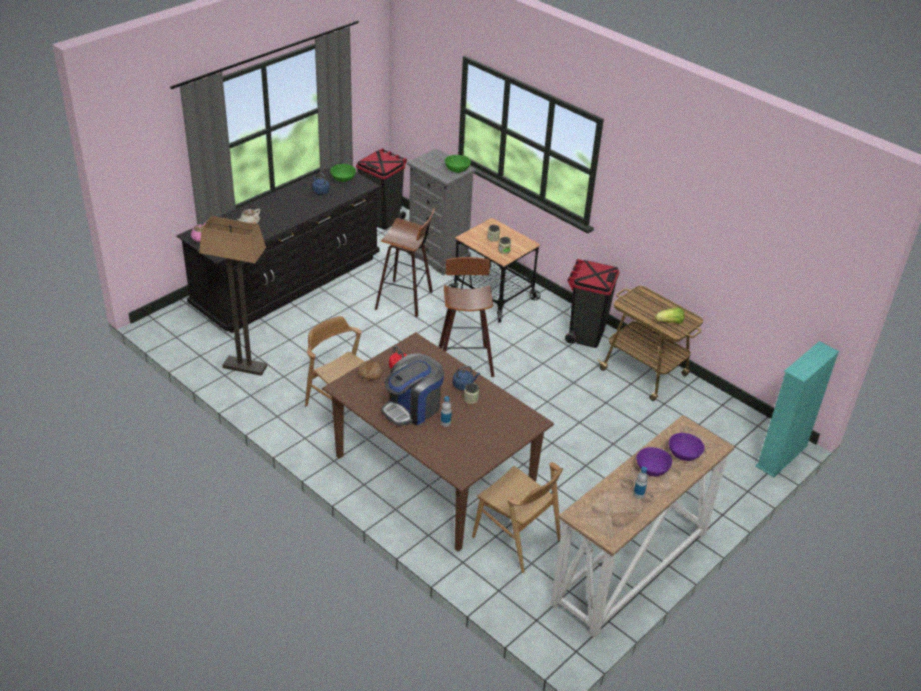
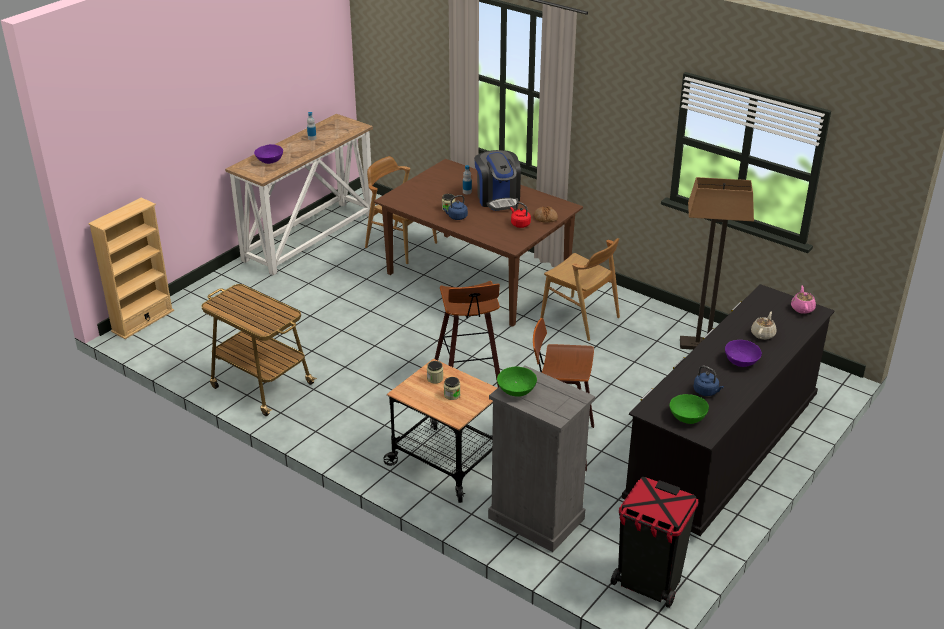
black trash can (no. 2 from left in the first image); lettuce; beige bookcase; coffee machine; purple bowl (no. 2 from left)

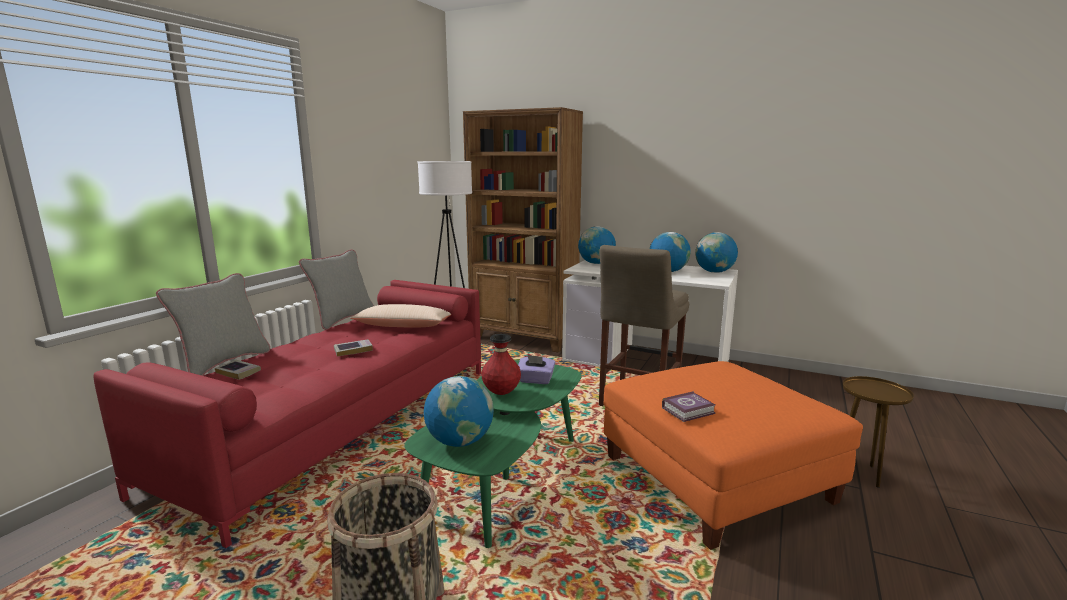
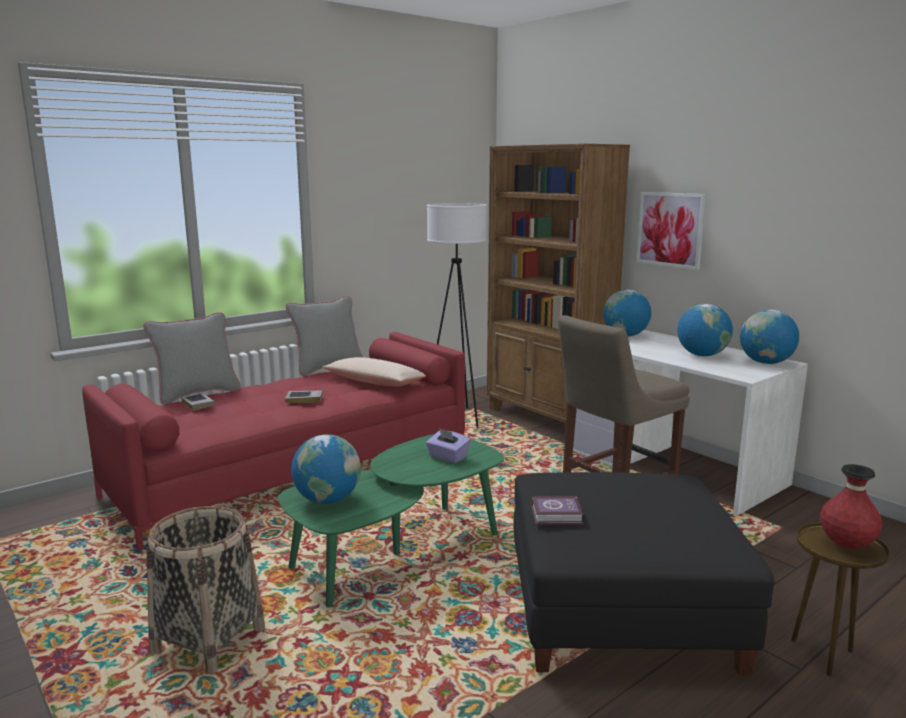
red vase; black ottoman; picture

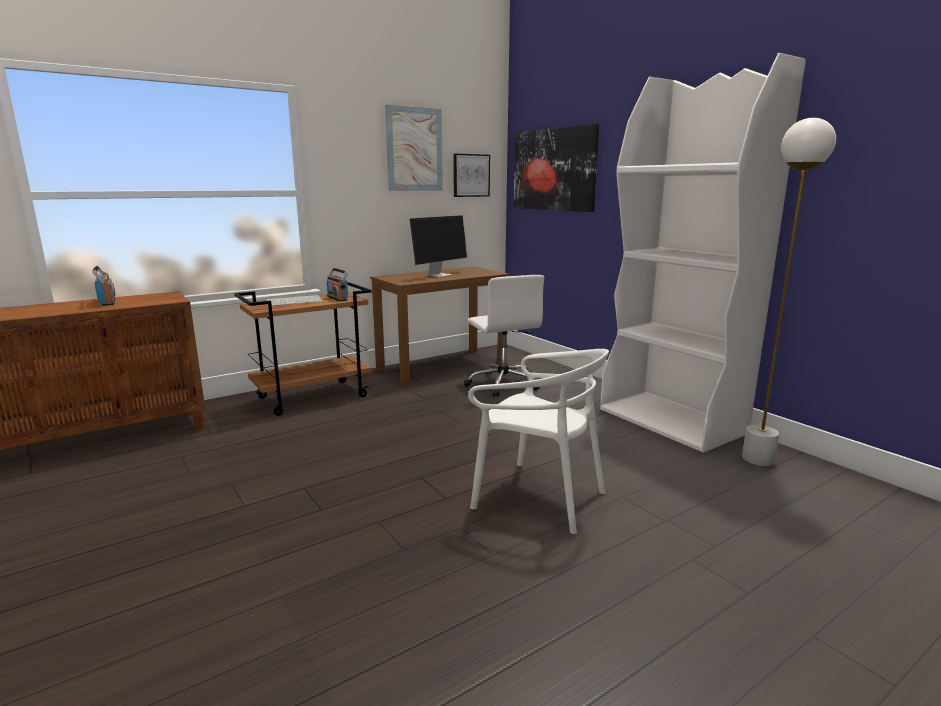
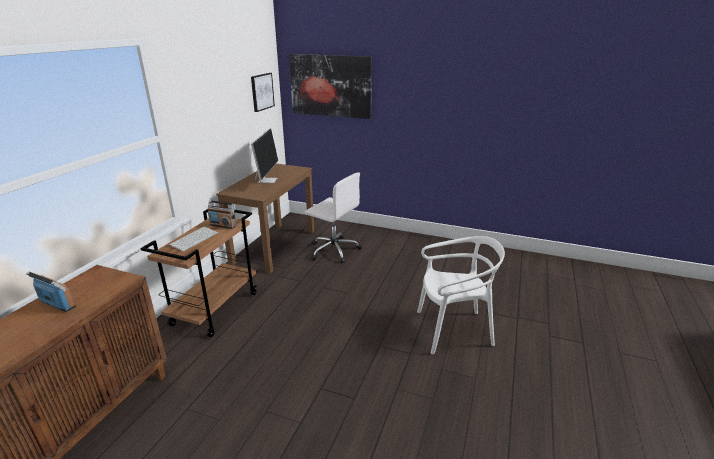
white bookcase; picture (no. 1 from left in the first image); white floor lamp

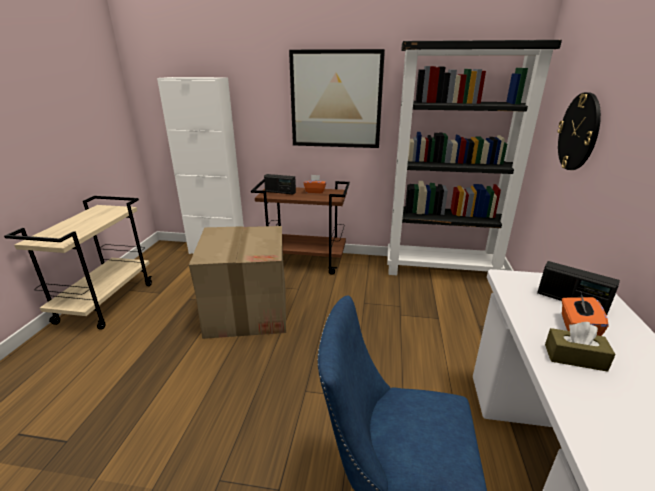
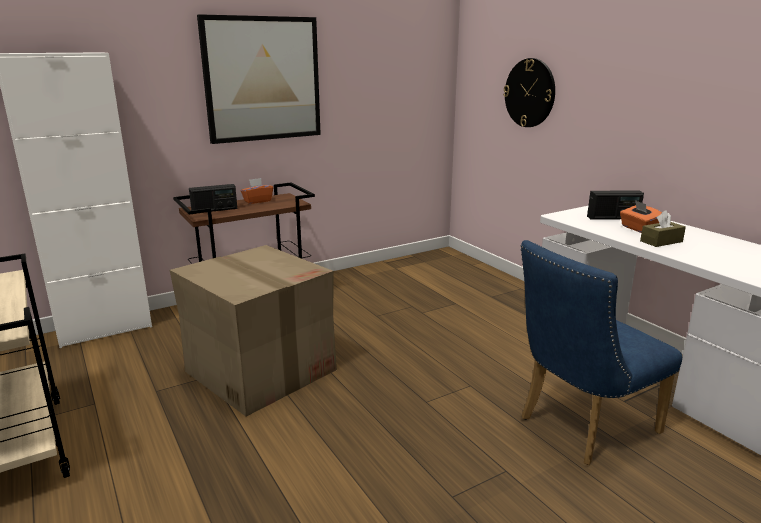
black bookcase

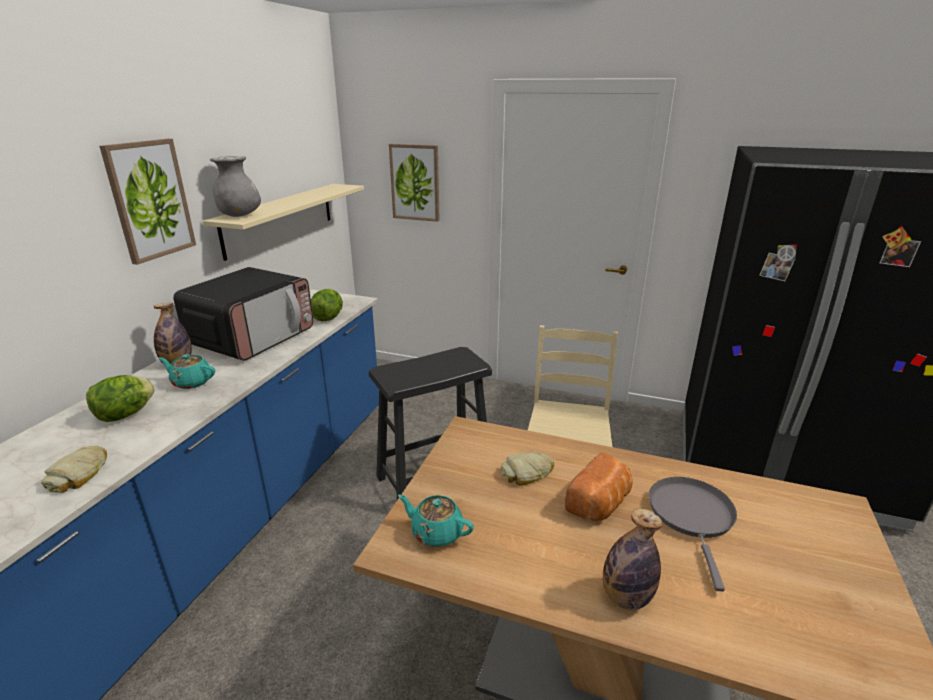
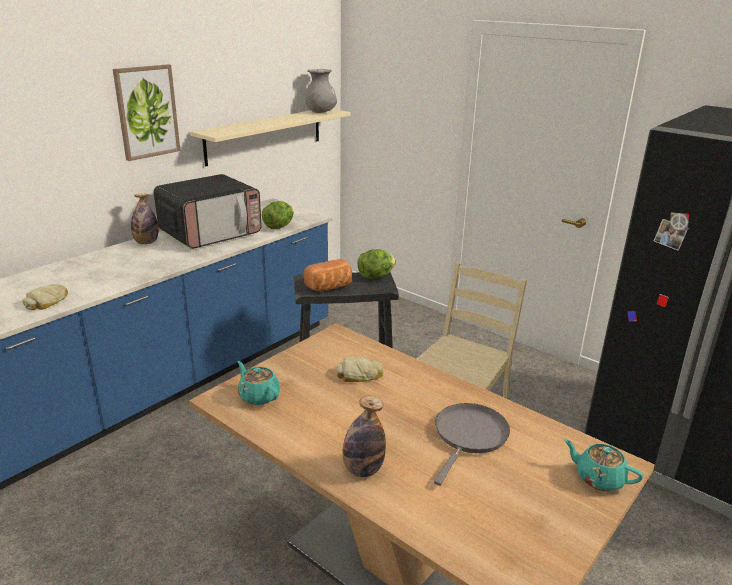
picture (no. 2 from left in the first image); grey vase; turquoise teapot (no. 2 from left); lettuce (no. 2 from left); bread (no. 2 from left)

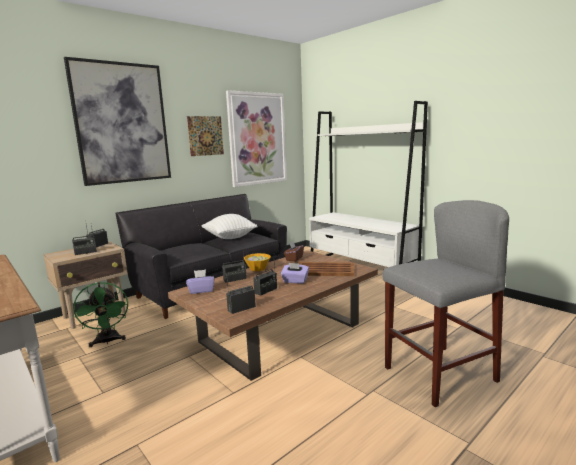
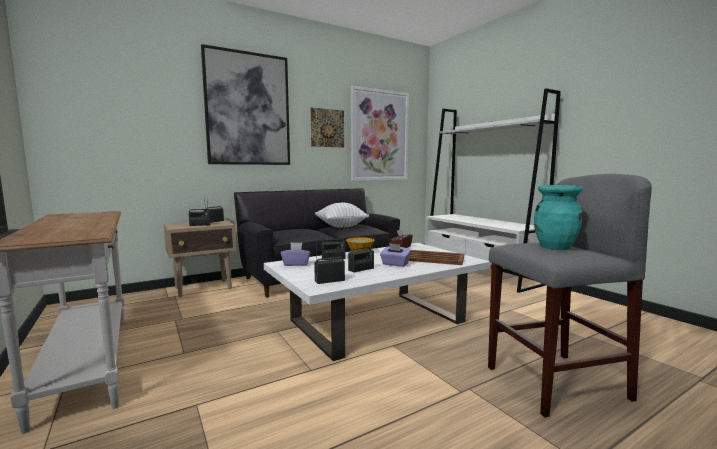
white coffee table; green fan; turquoise vase

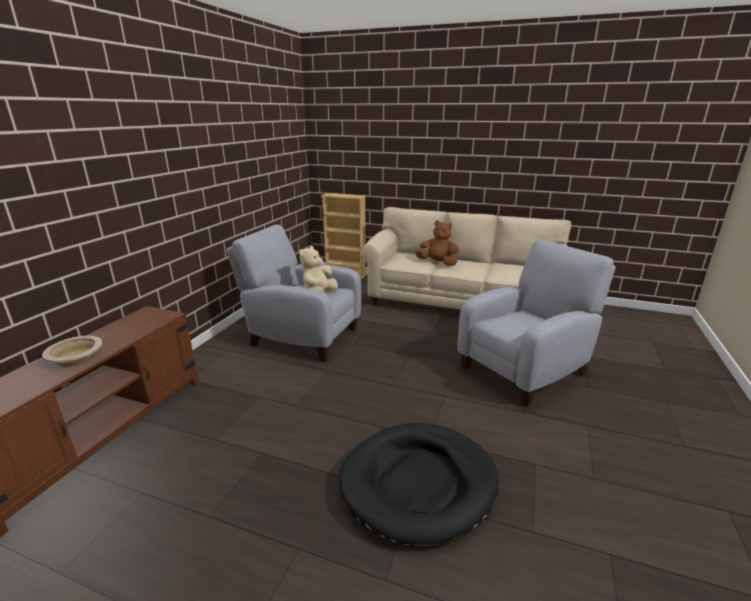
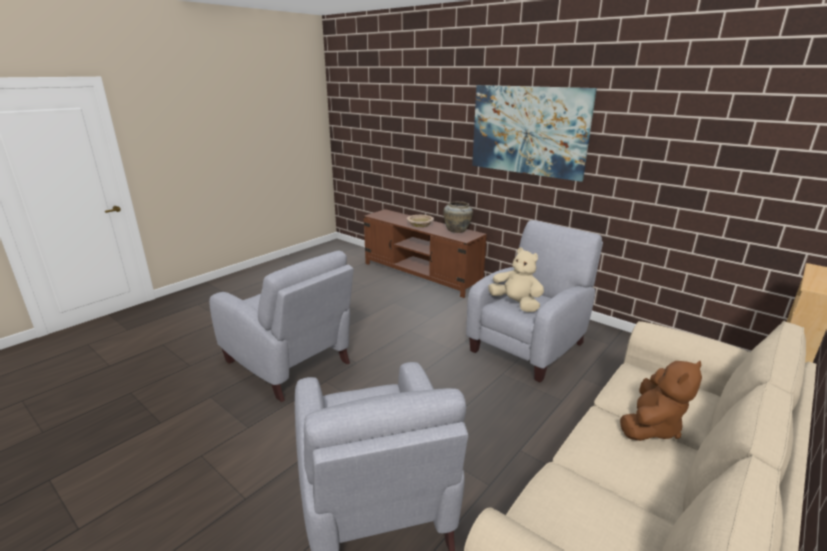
grey armchair (no. 1 from left); picture; beige vase

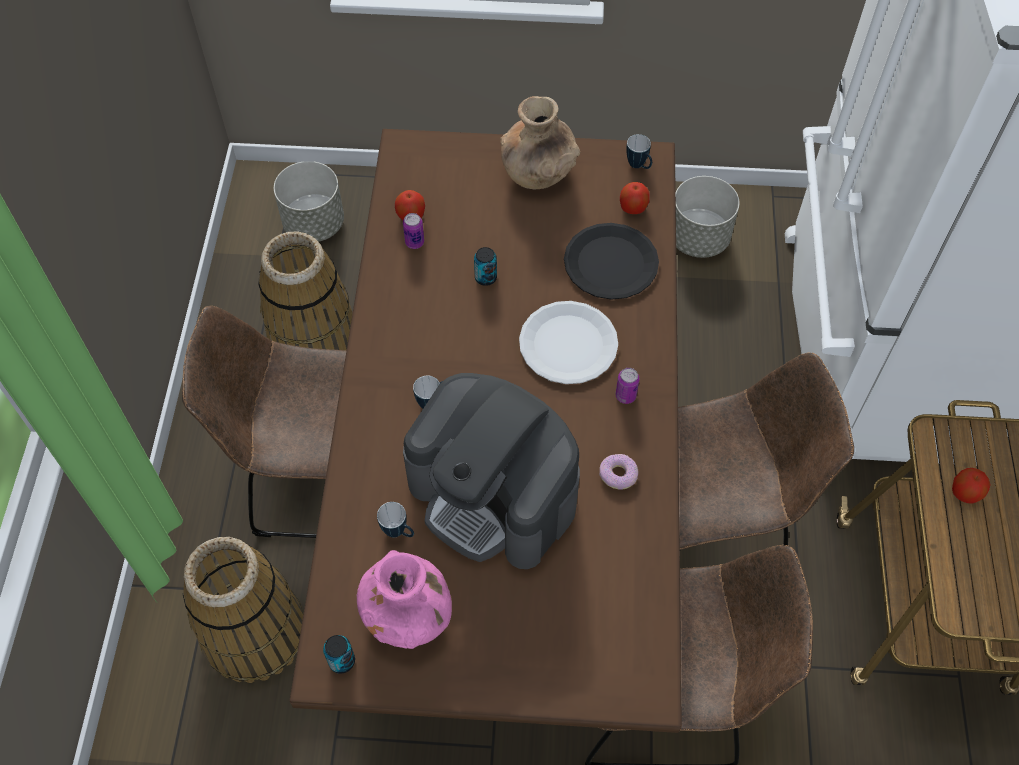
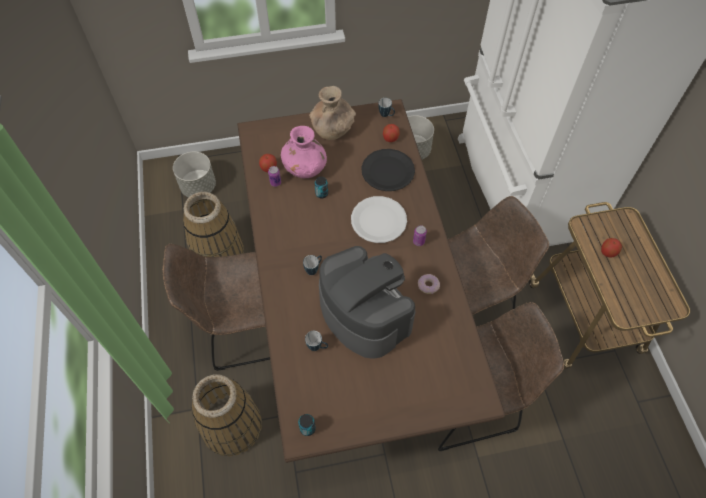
coffee machine; pink vase

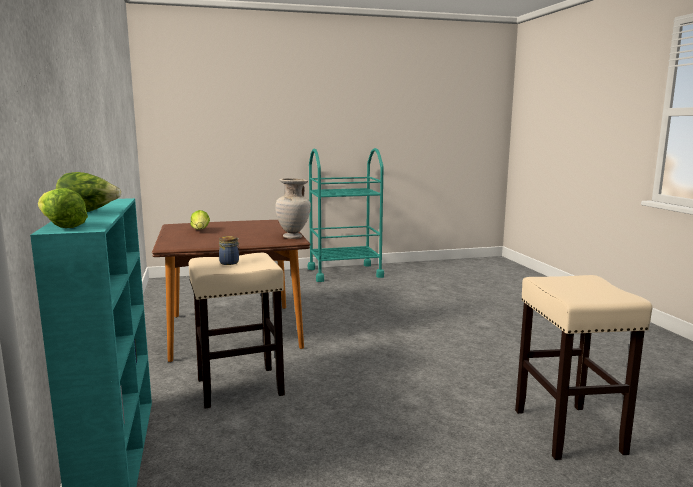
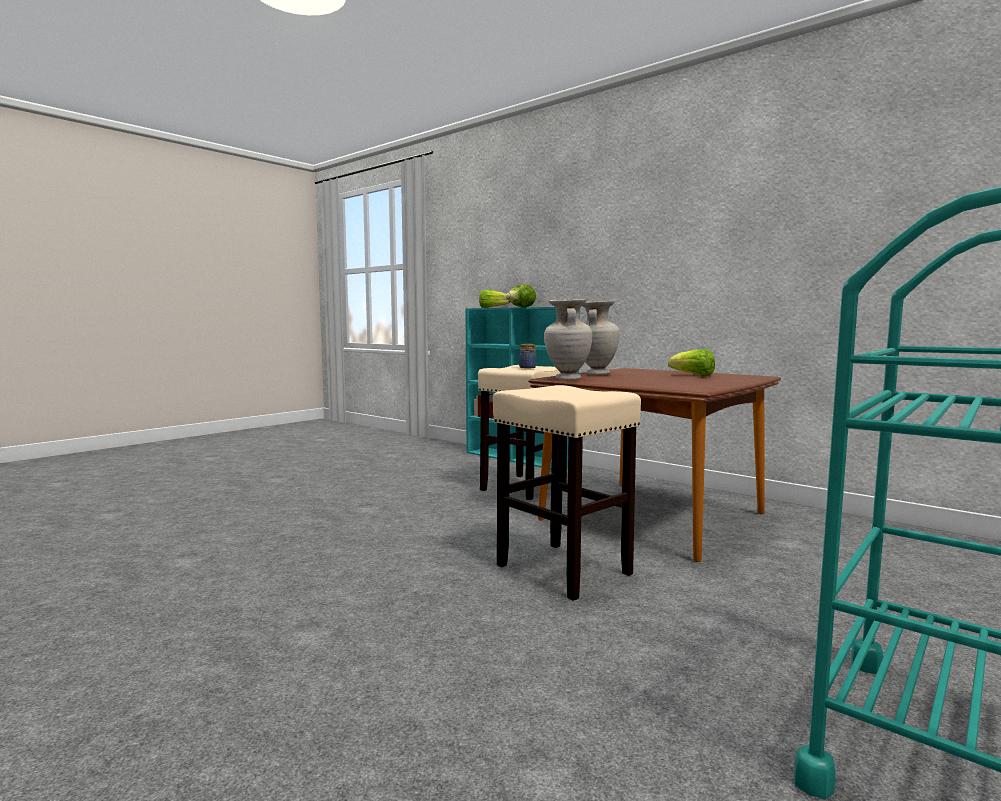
beige stool (no. 2 from left); beige vase (no. 2 from left)

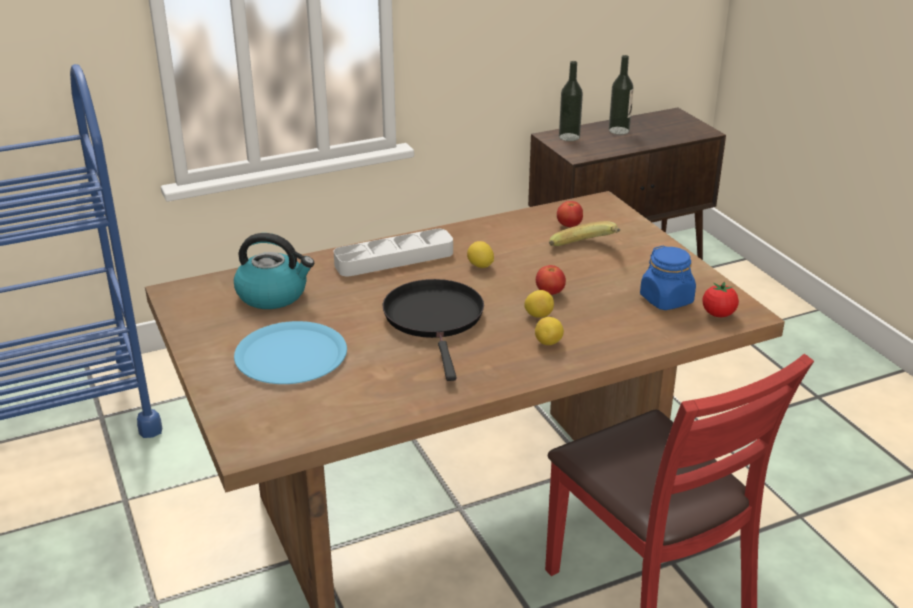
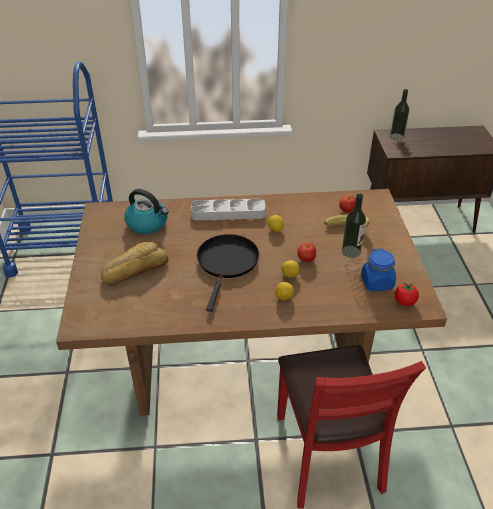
bottle (no. 1 from left); bread

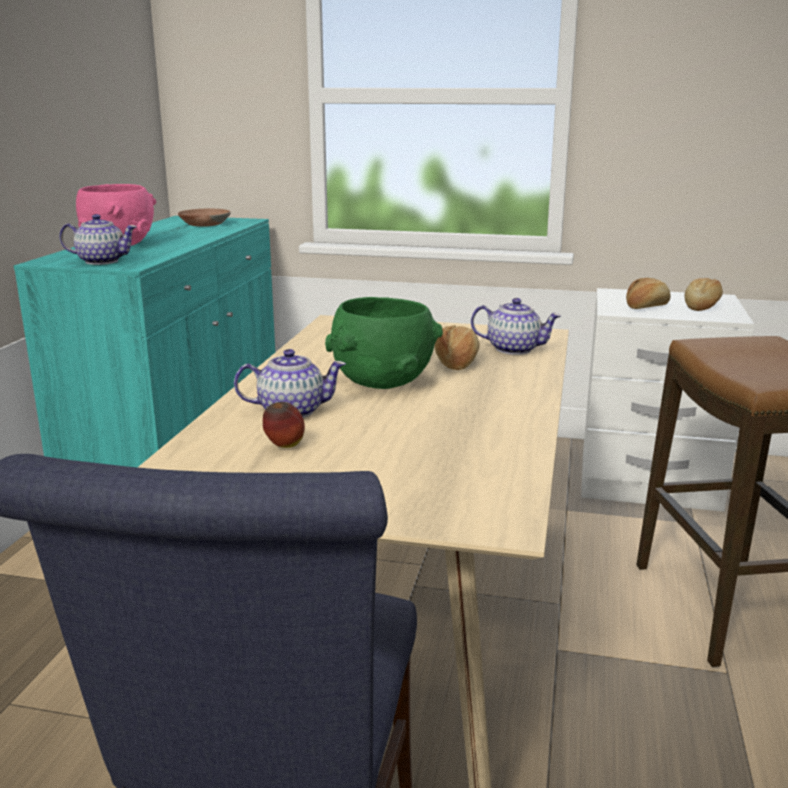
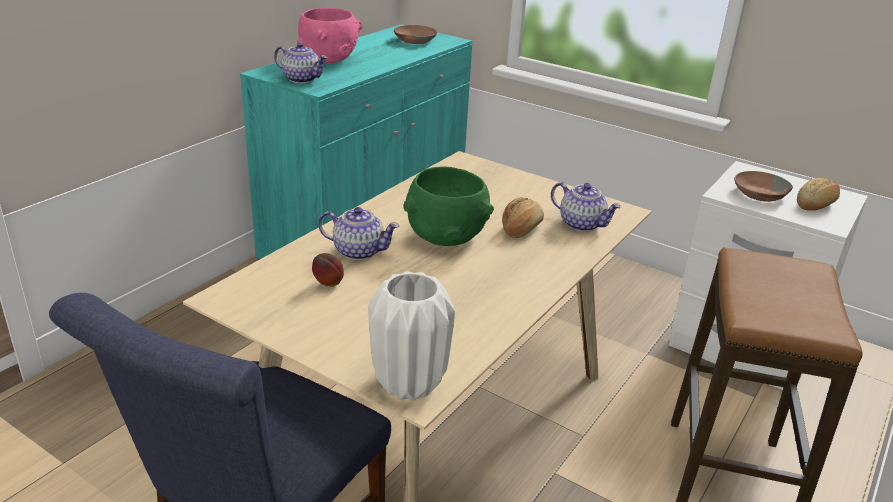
brown bowl (no. 2 from left); white vase

